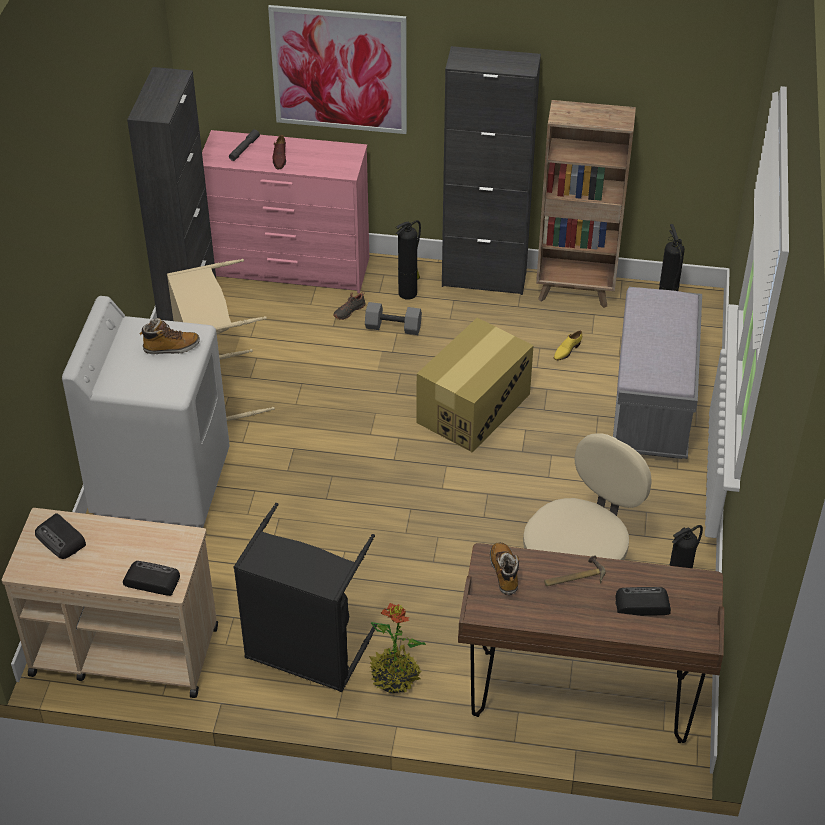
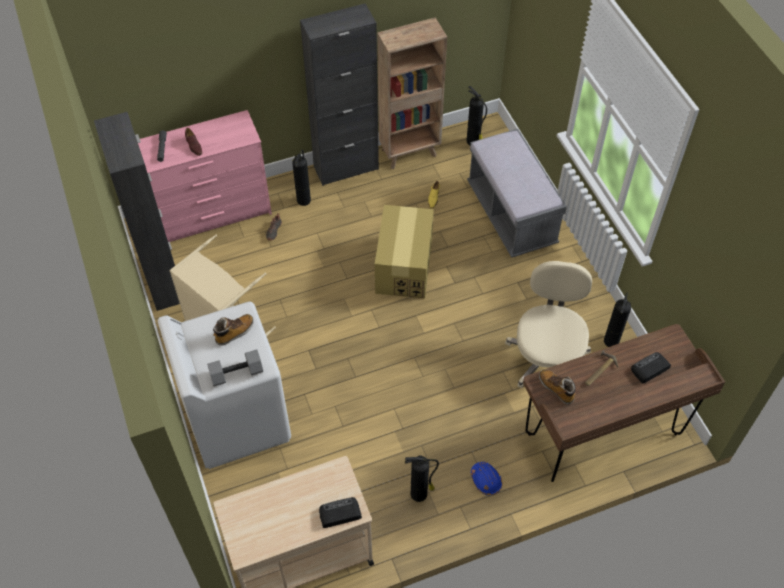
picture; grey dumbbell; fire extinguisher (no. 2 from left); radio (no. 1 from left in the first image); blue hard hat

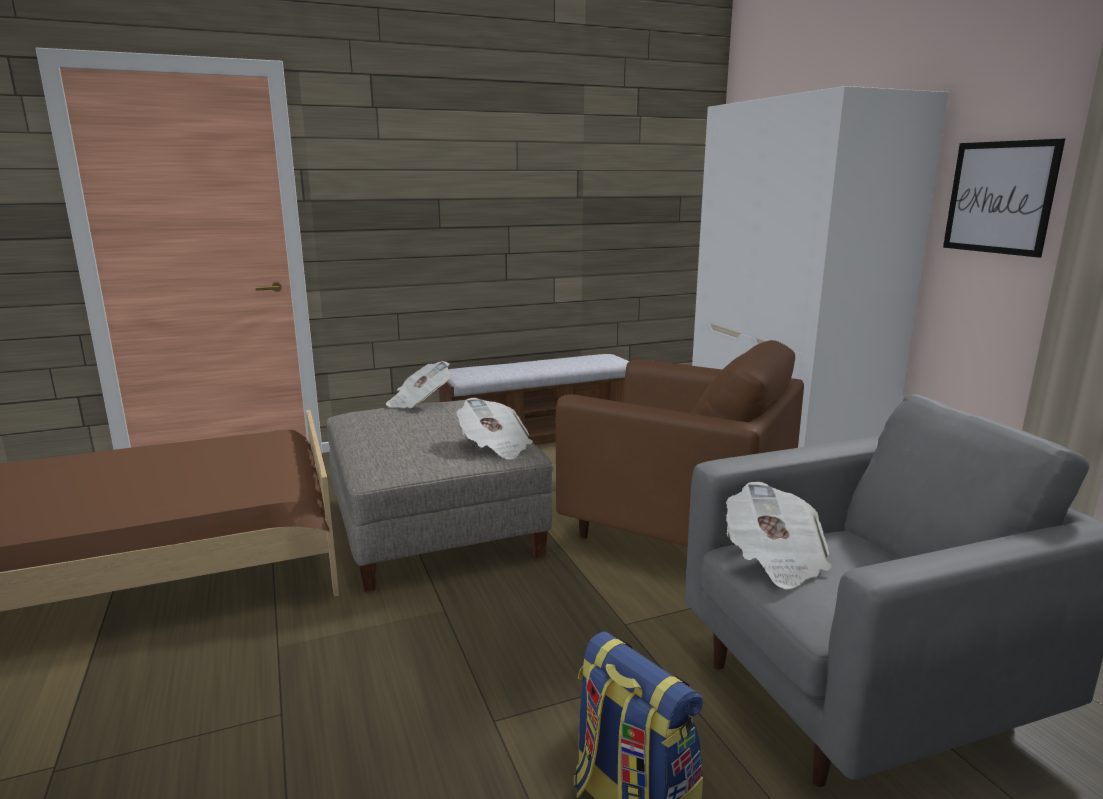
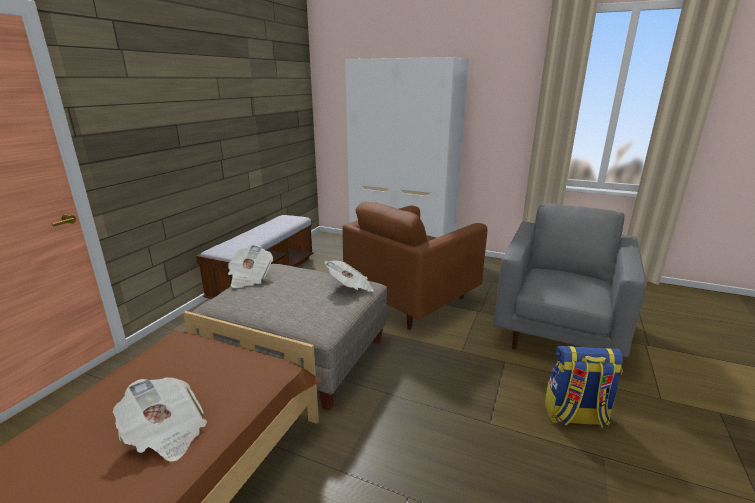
picture; brown armchair; newspaper (no. 1 from left)

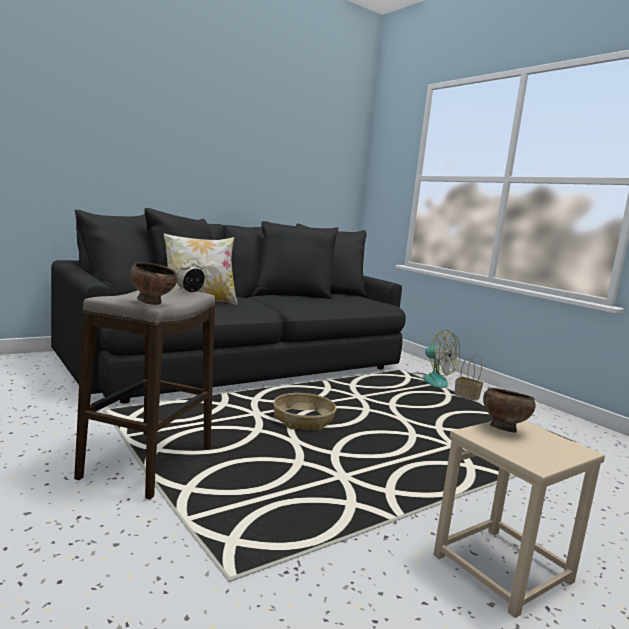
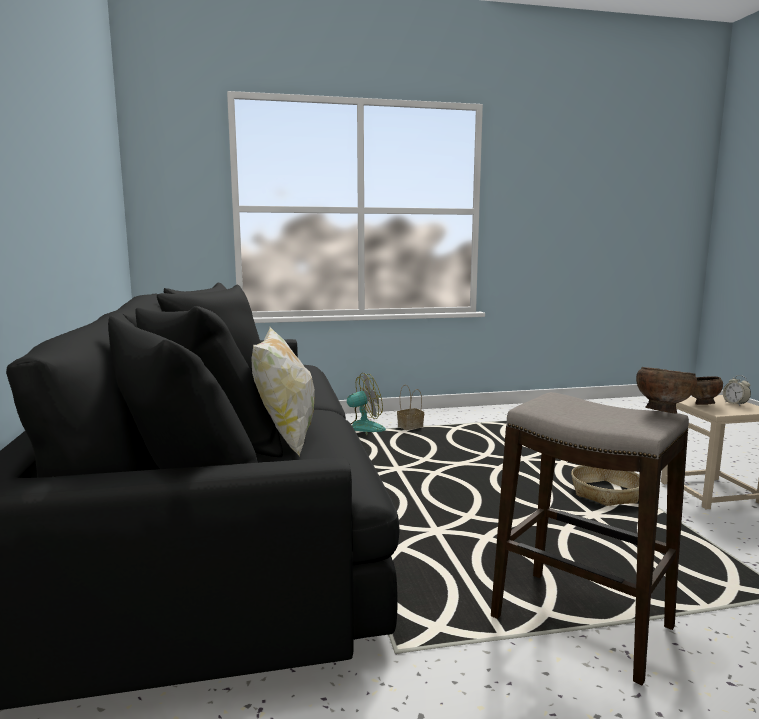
alarm clock; basket (no. 2 from left)

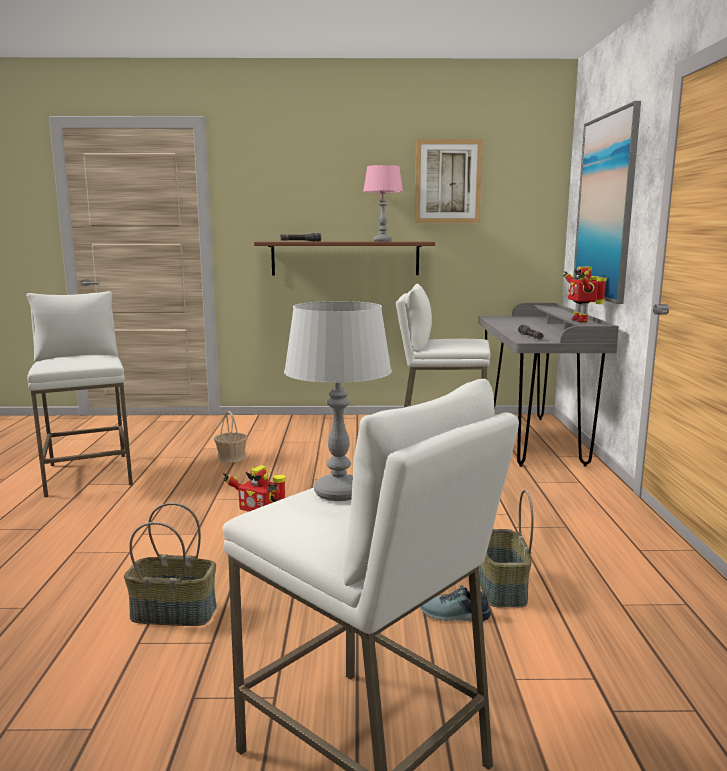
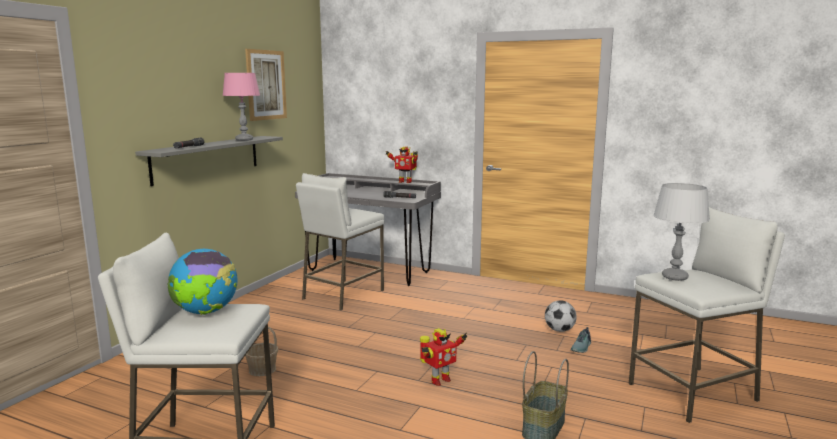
picture (no. 2 from left in the first image); grey shelf; football; globe

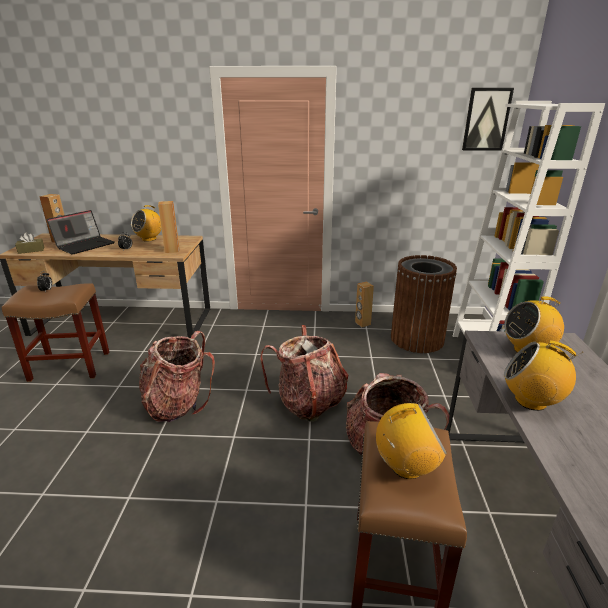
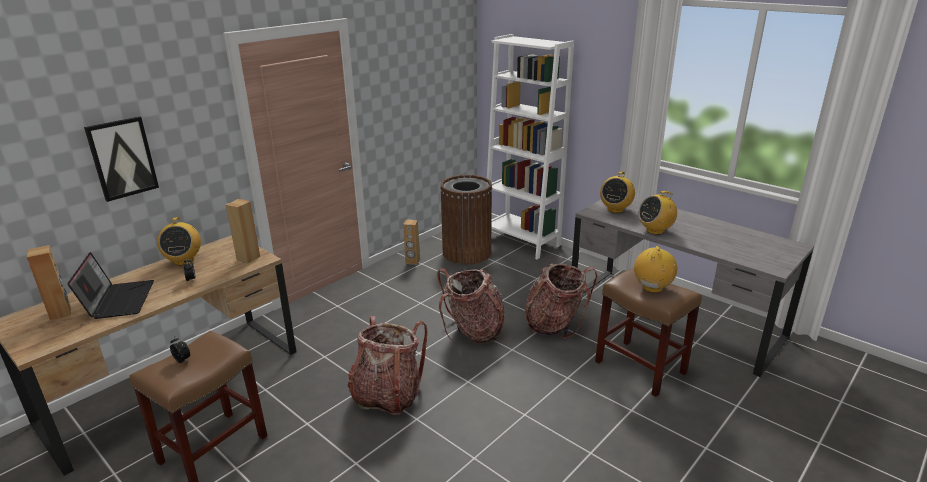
picture; brown tissue box

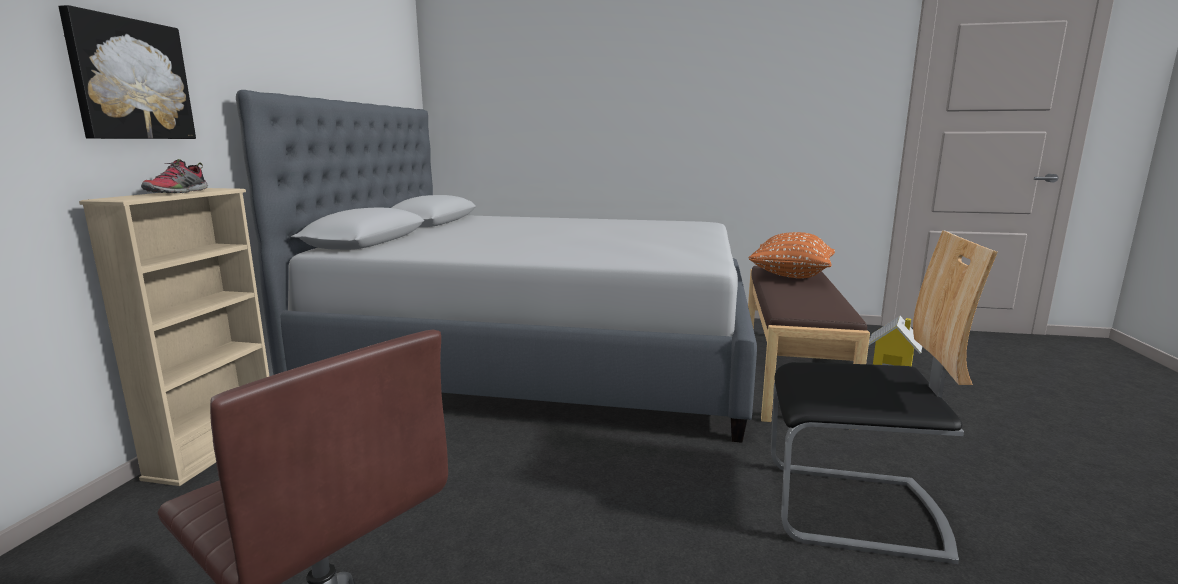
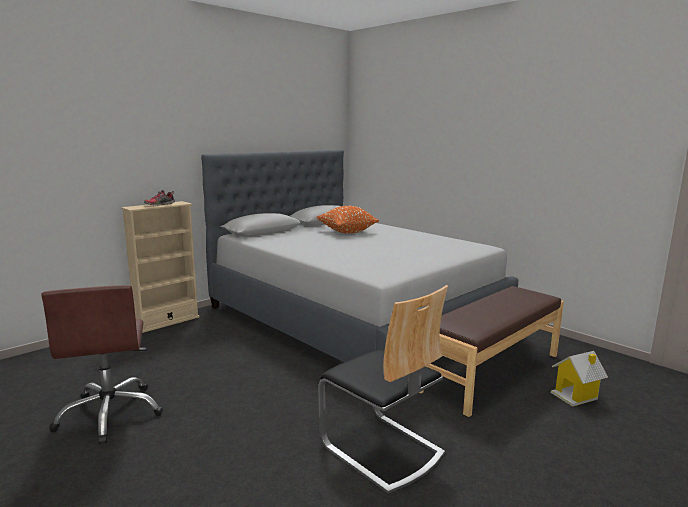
picture; orange pillow

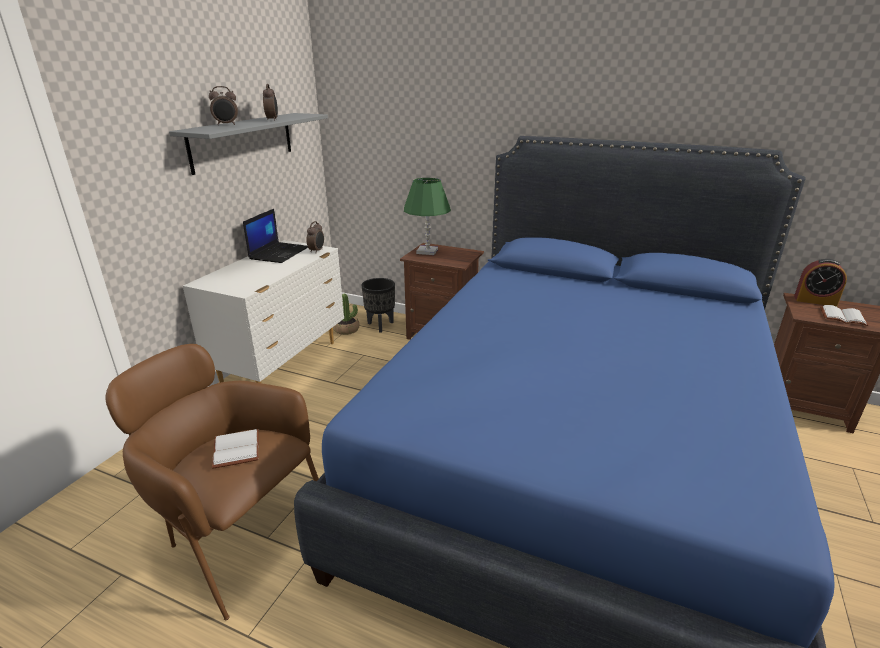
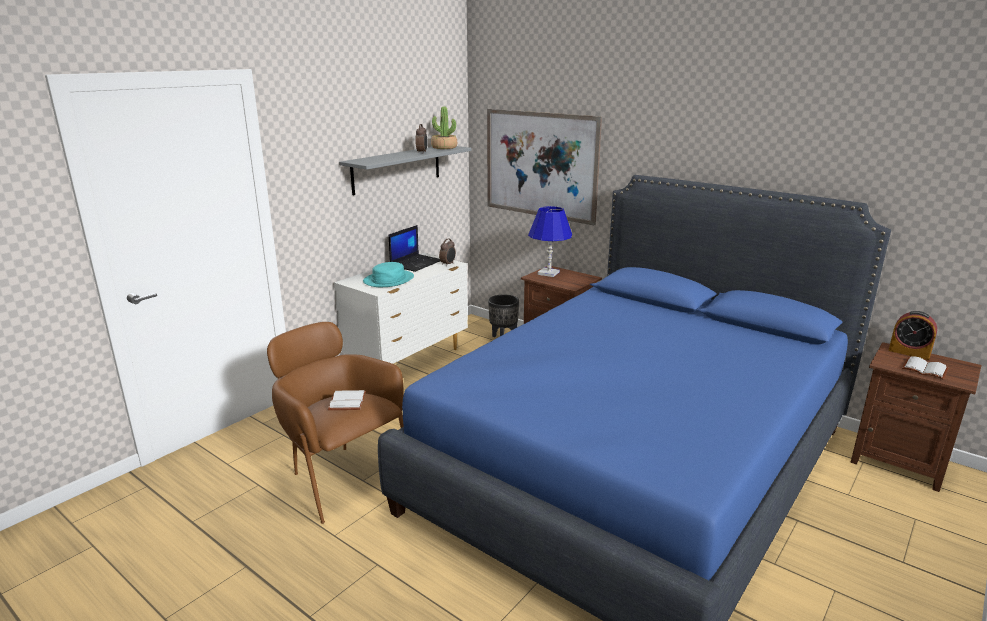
alarm clock (no. 1 from left in the first image); blue table lamp; potted plant; picture; turquoise hat

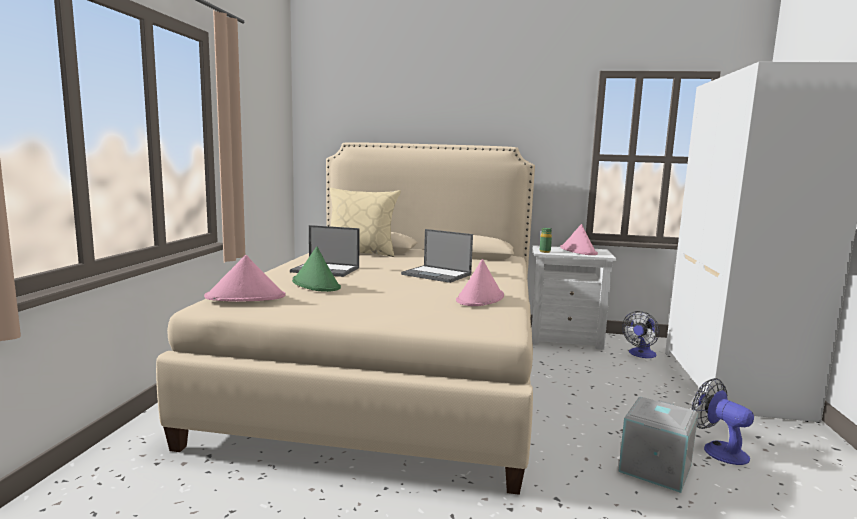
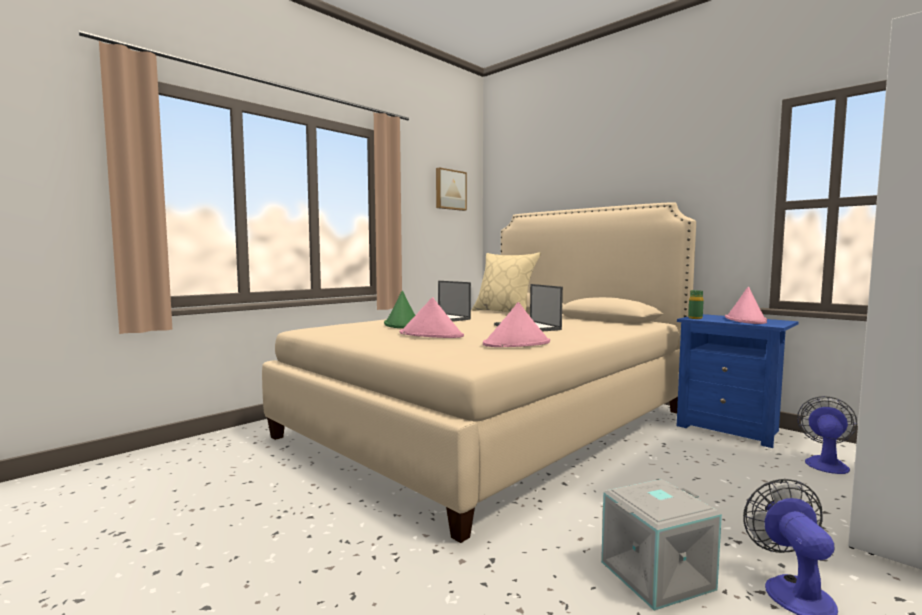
blue nightstand; pink hat (no. 1 from left); fan (no. 2 from left); picture

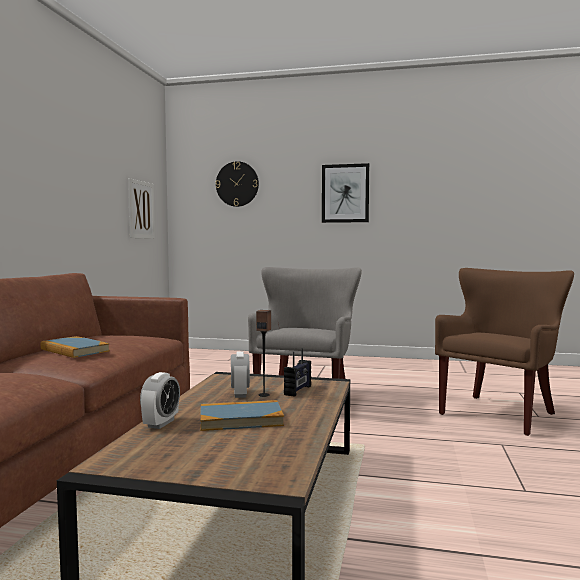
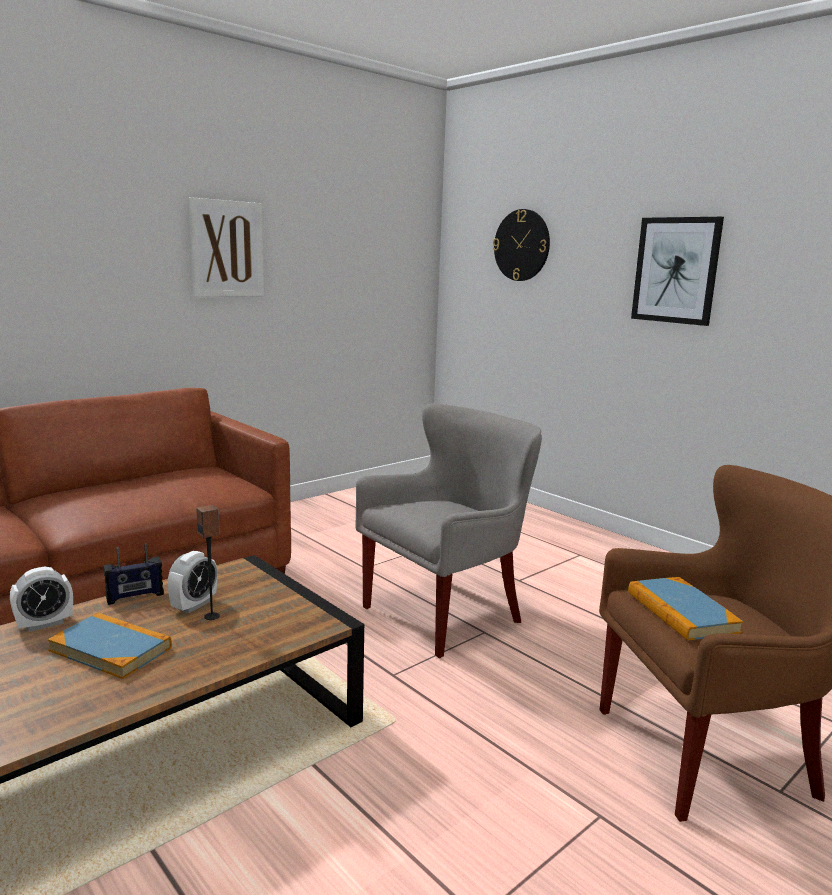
picture (no. 1 from left); book (no. 2 from left); radio

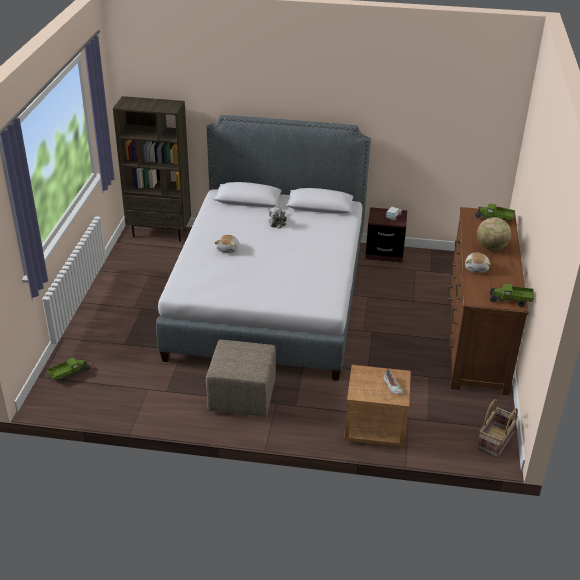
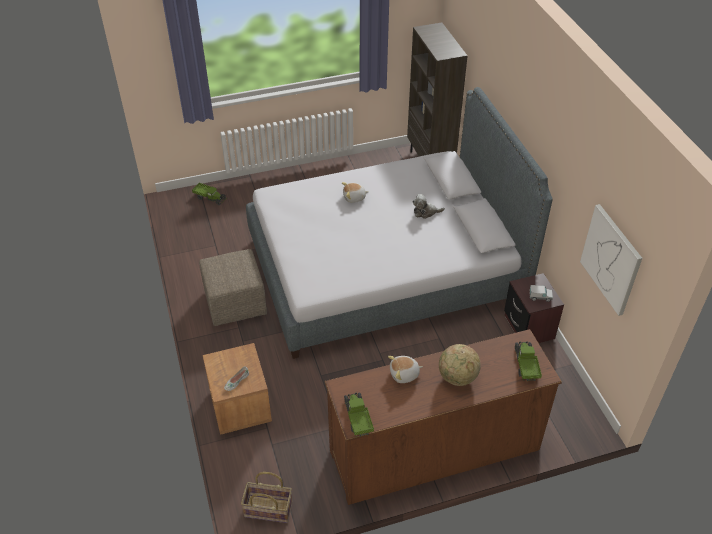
picture

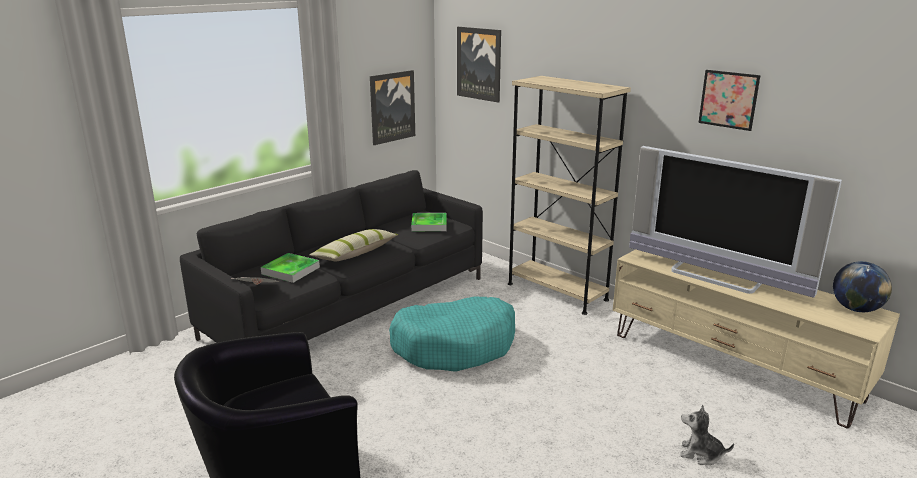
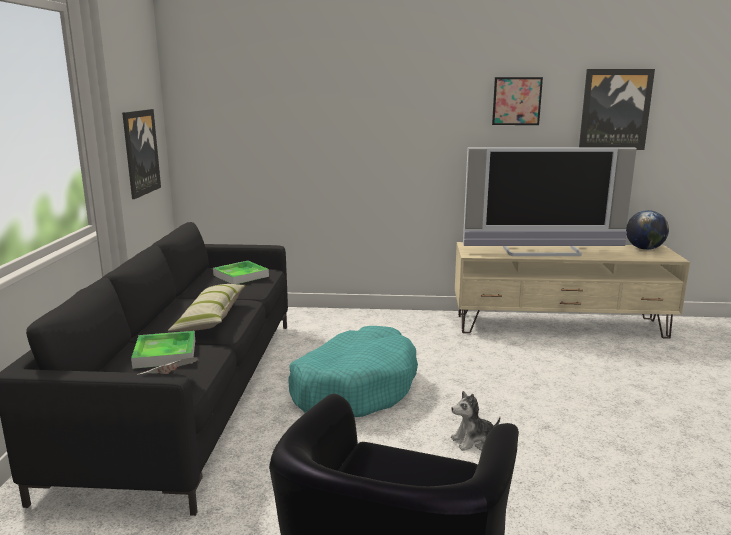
picture (no. 3 from left); beige bookcase; plush toy

